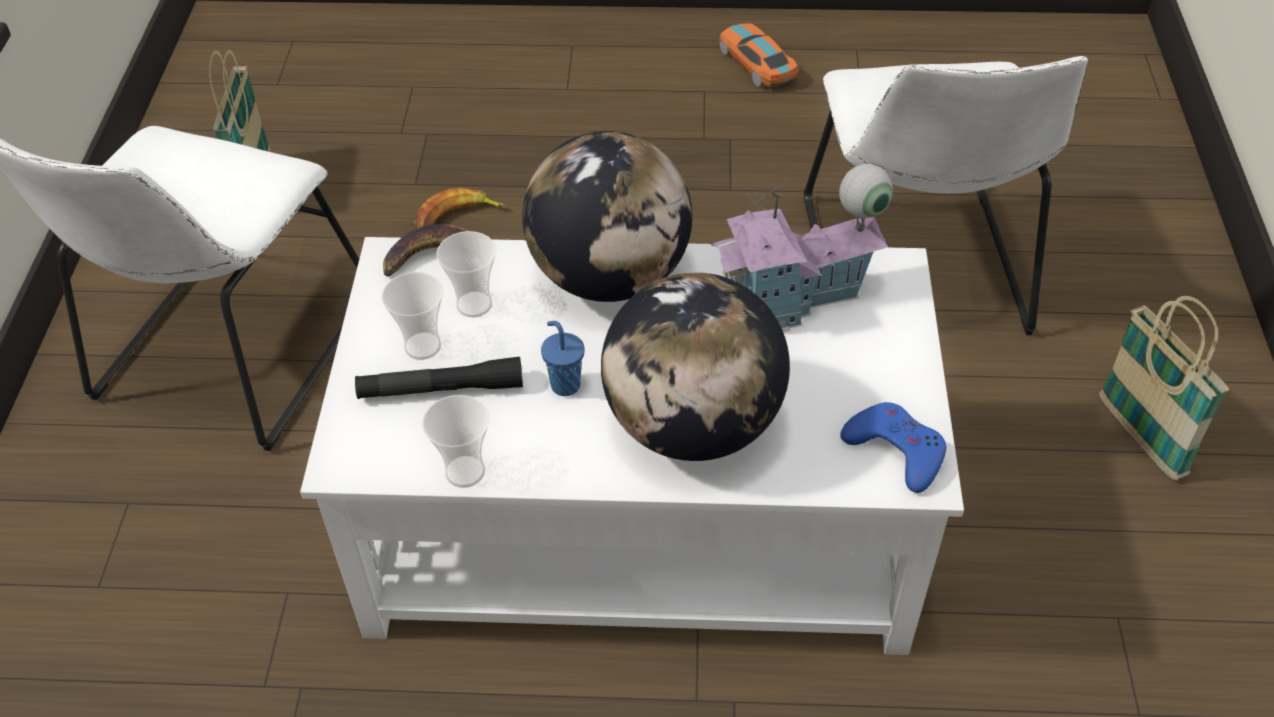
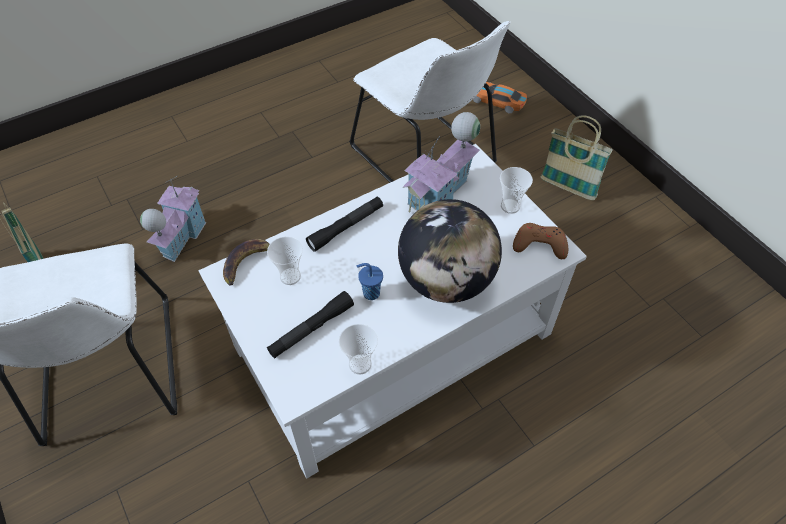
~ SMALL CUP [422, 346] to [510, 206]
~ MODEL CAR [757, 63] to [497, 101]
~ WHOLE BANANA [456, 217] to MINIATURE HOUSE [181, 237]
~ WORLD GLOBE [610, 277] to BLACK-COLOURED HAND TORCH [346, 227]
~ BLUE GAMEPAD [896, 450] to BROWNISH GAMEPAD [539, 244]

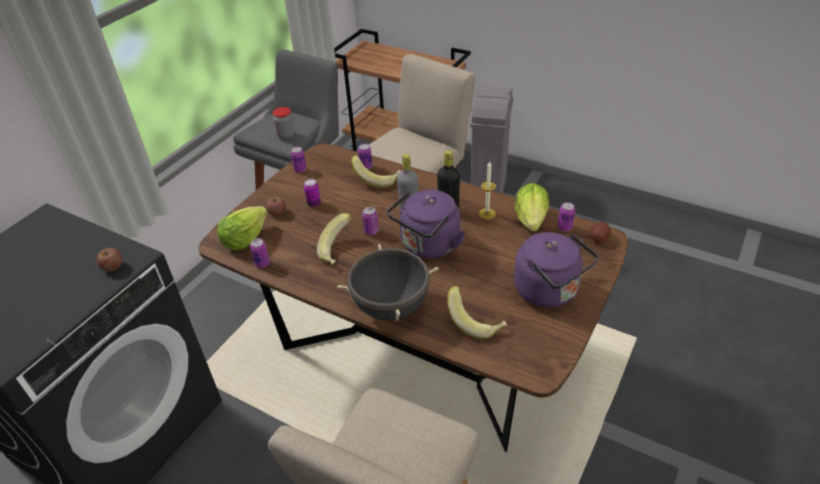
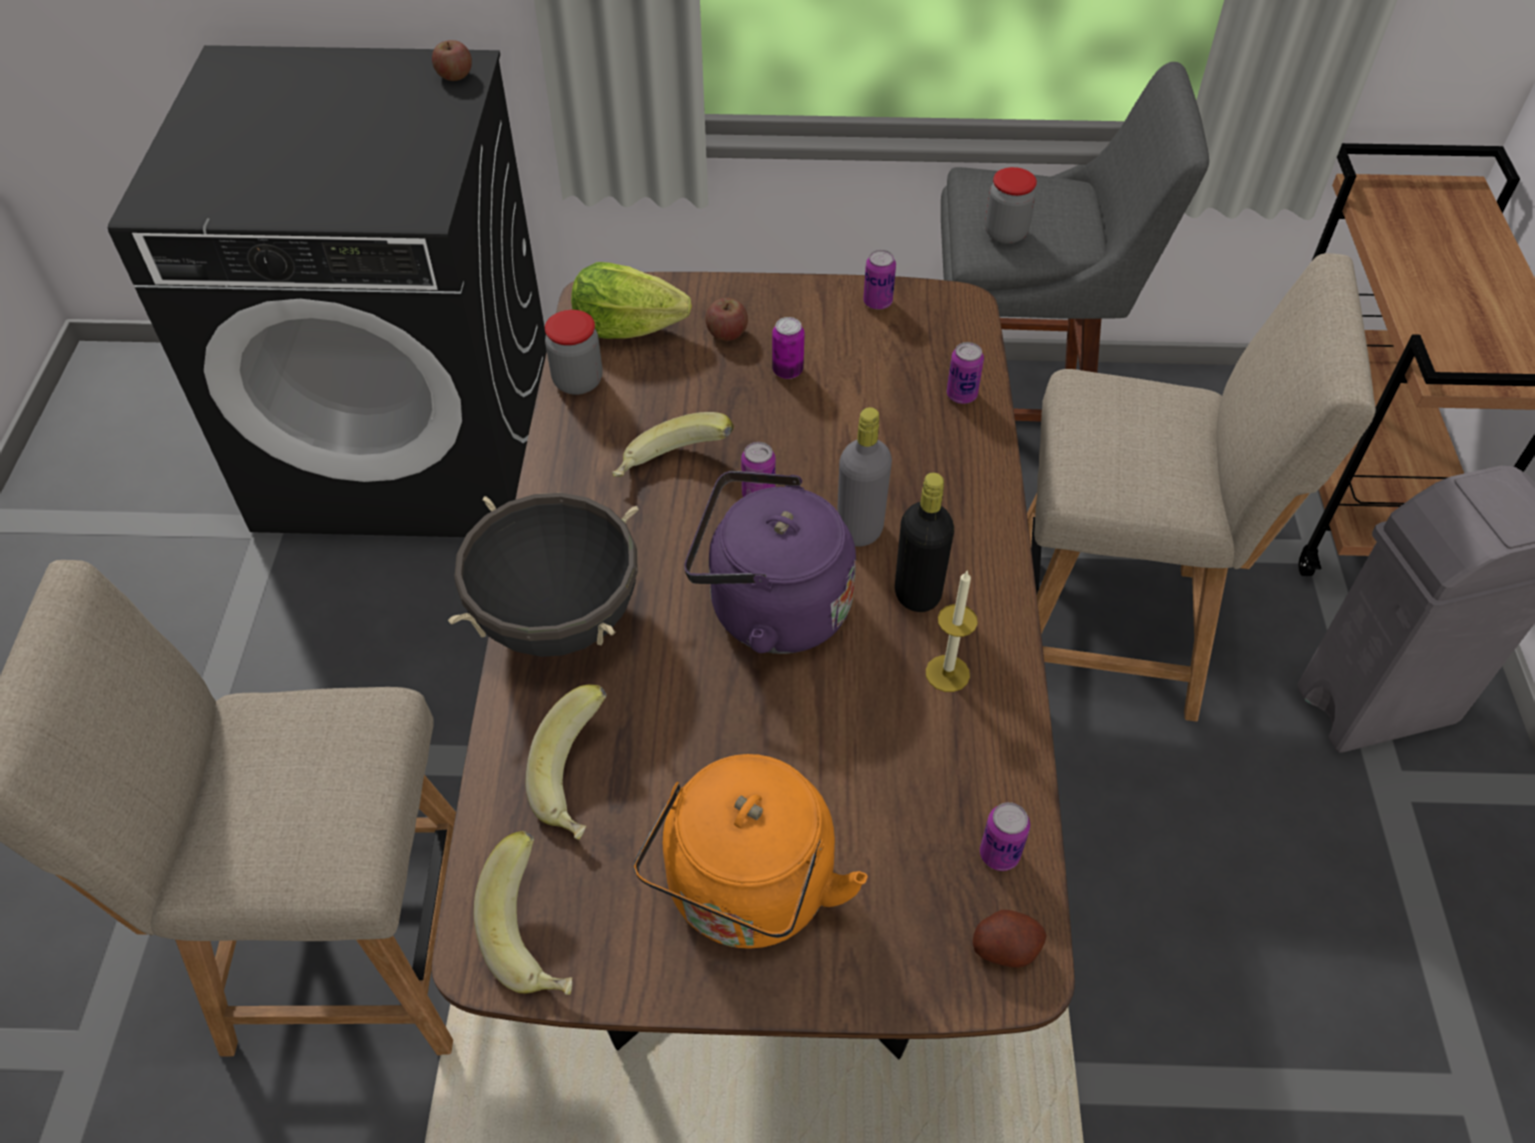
- LETTUCE [531, 220]
~ APPLE [113, 267] to [455, 75]
~ WHOLE BANANA [377, 179] to [538, 935]
~ METAL CAN [262, 263] to STORAGE JAR [578, 381]
~ PURPLE KETTLE [549, 292] to ORANGE KETTLE [747, 894]

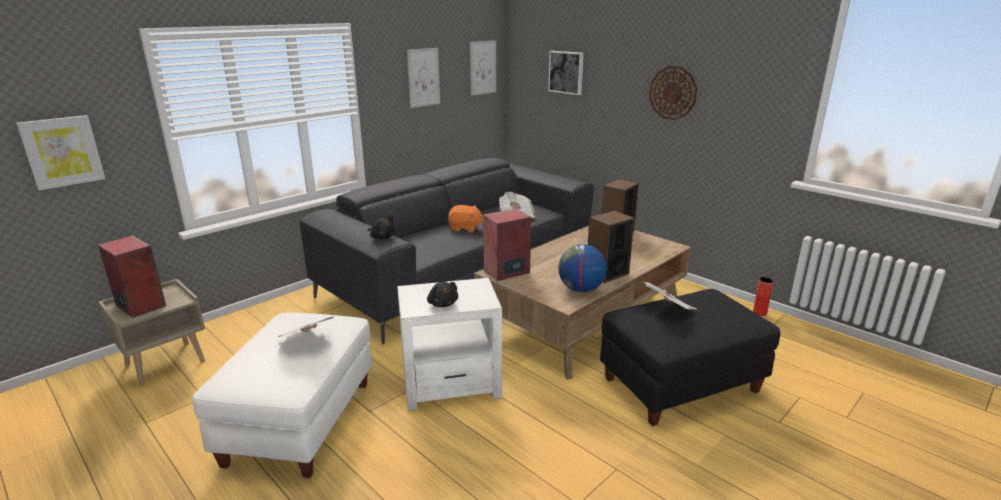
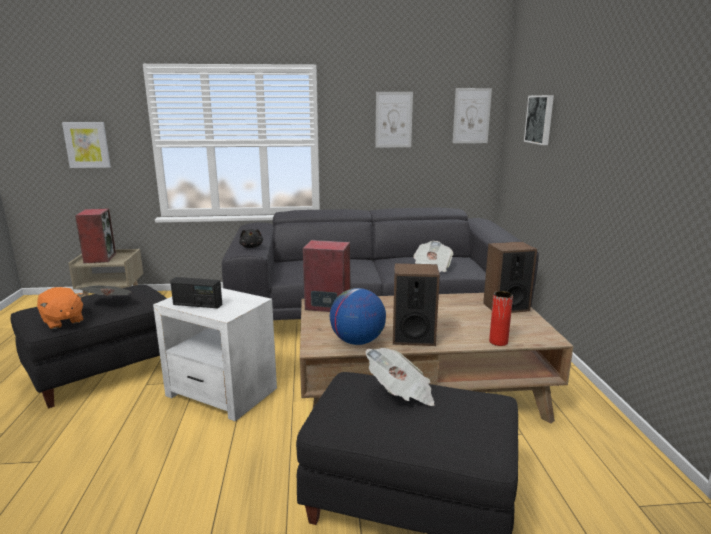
- HANGING CLOCK [673, 93]
~ ORANGE CUDDLY TOY [465, 229] to [62, 321]
~ RED DECORATIVE VASE [759, 313] to [498, 342]
~ BLACK-COLOURED CUDDLY TOY [442, 304] to RADIO SET [197, 304]
~ WHITE OTTOMAN [299, 421] to BLACK-COLOURED OTTOMAN [104, 370]

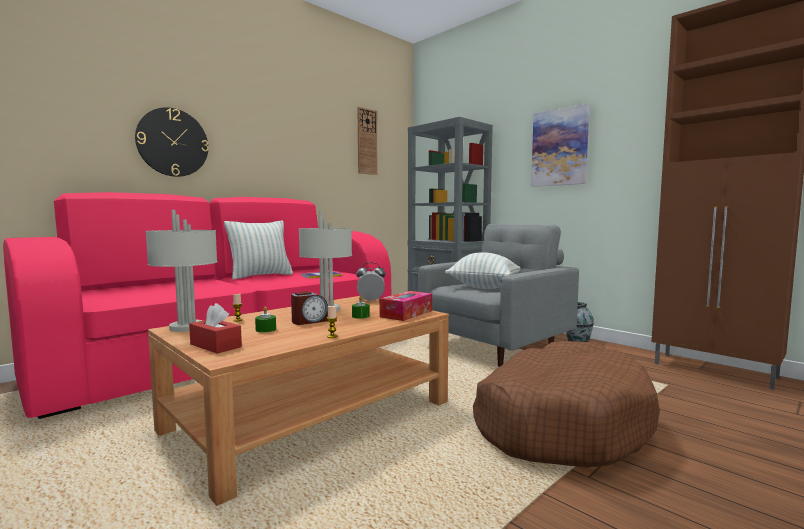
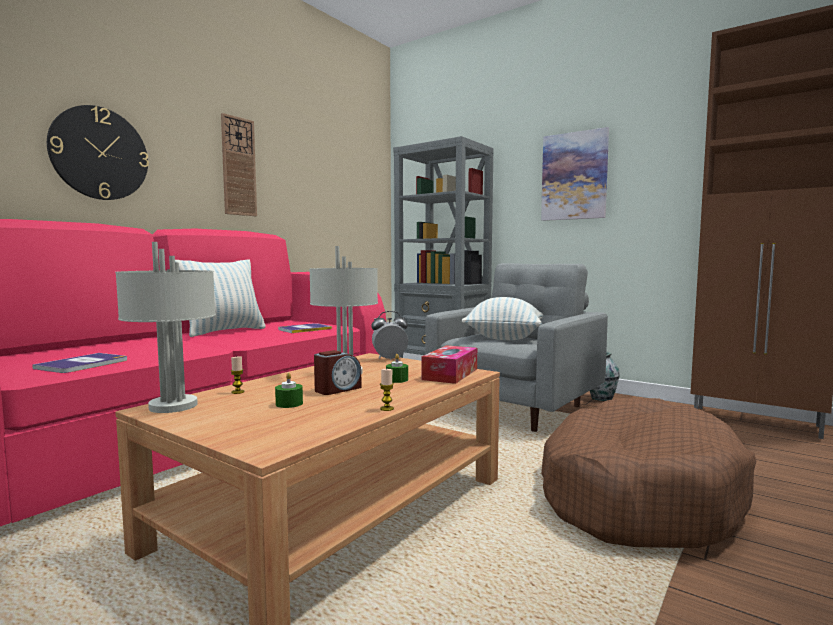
- RED TISSUE BOX [215, 345]
+ VOLUME [83, 364]
~ HANGING CLOCK [367, 141] to [238, 166]

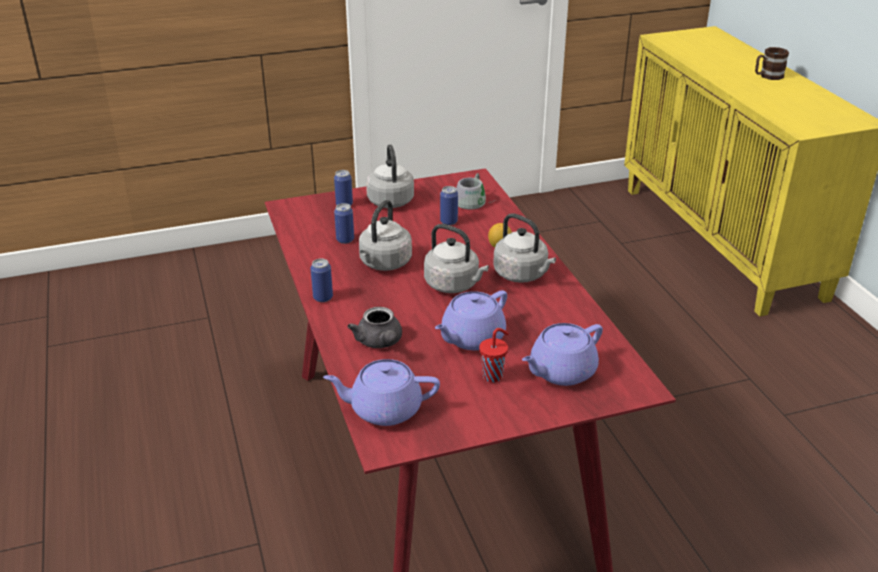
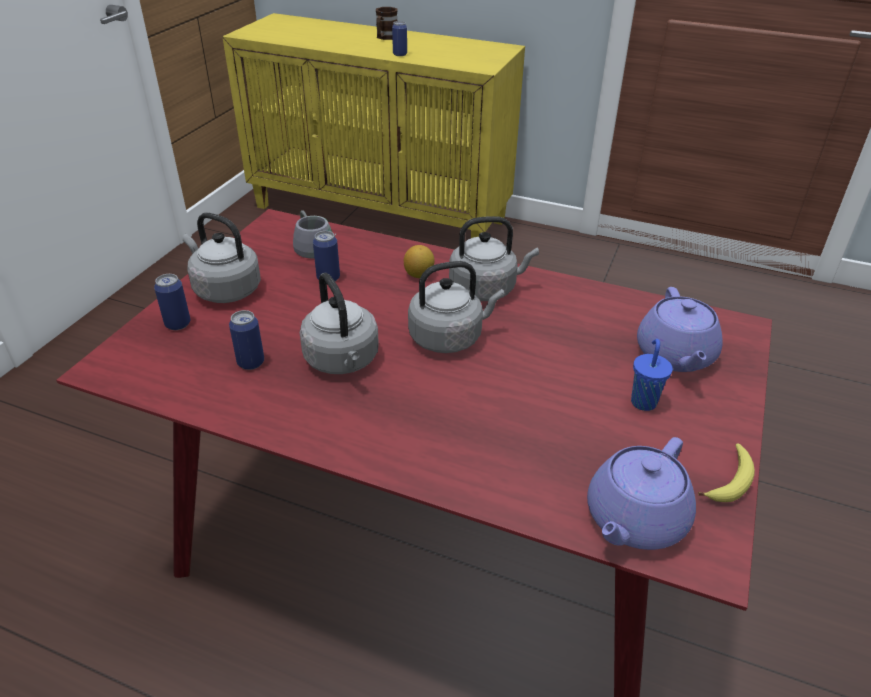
- GREYISH TEA POT [380, 342]
- PURPLE TEA POT [471, 338]
+ WHOLE BANANA [730, 481]
~ METAL CAN [323, 297] to [400, 54]
~ RED SMALL CUP [493, 376] to BLUE SMALL CUP [643, 401]

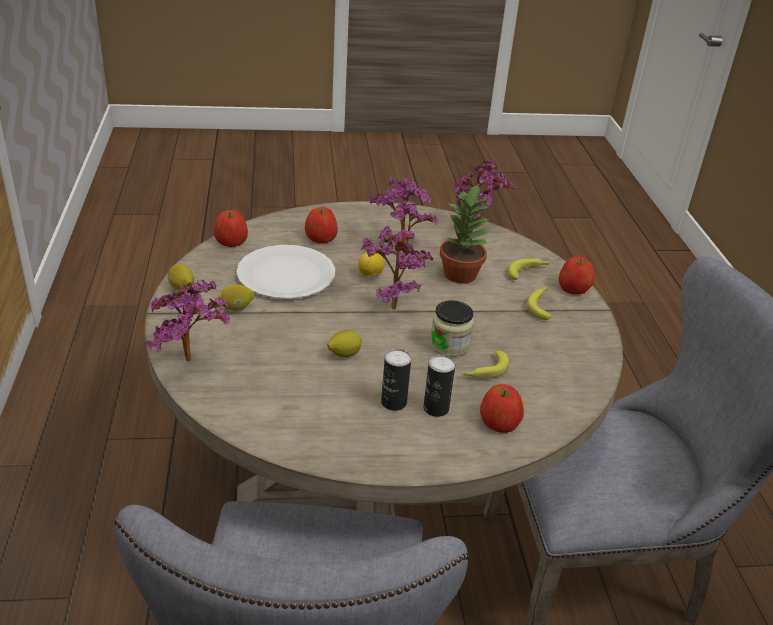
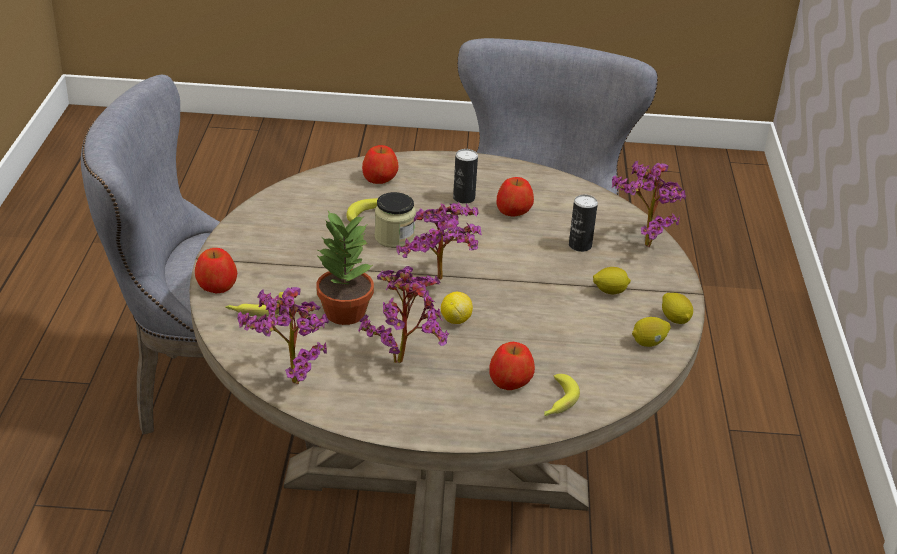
- WHITE PLATE [286, 274]
~ APPLE [231, 241] to [513, 211]
~ CITRUS FRUIT [344, 354] to [649, 343]
~ METAL CAN [436, 408] to [580, 245]
~ WHOLE BANANA [541, 305] to [557, 402]

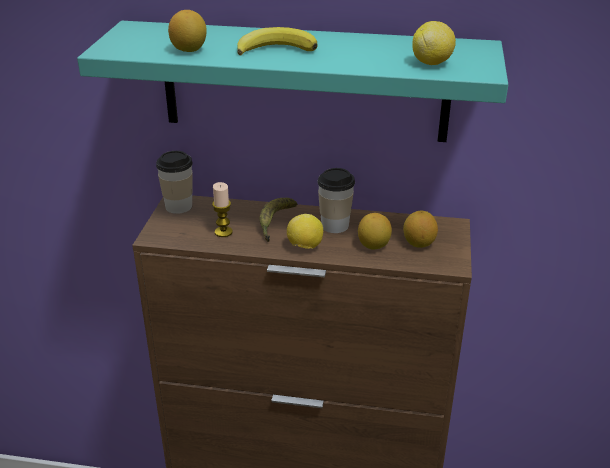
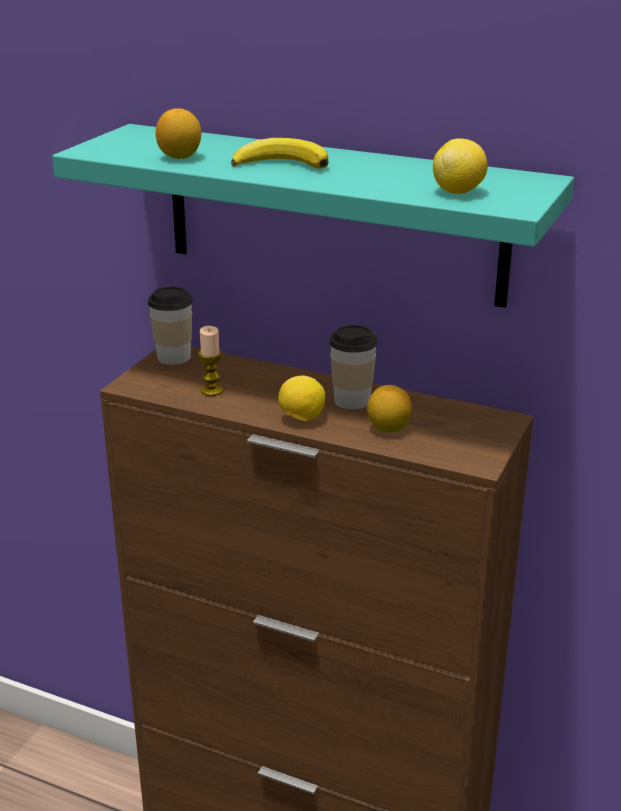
- WHOLE BANANA [275, 223]
- CITRUS FRUIT [418, 243]

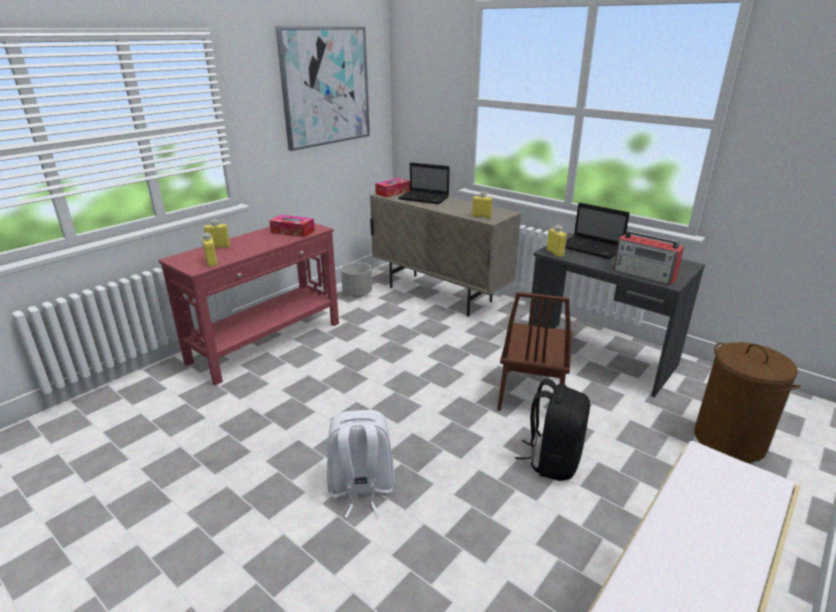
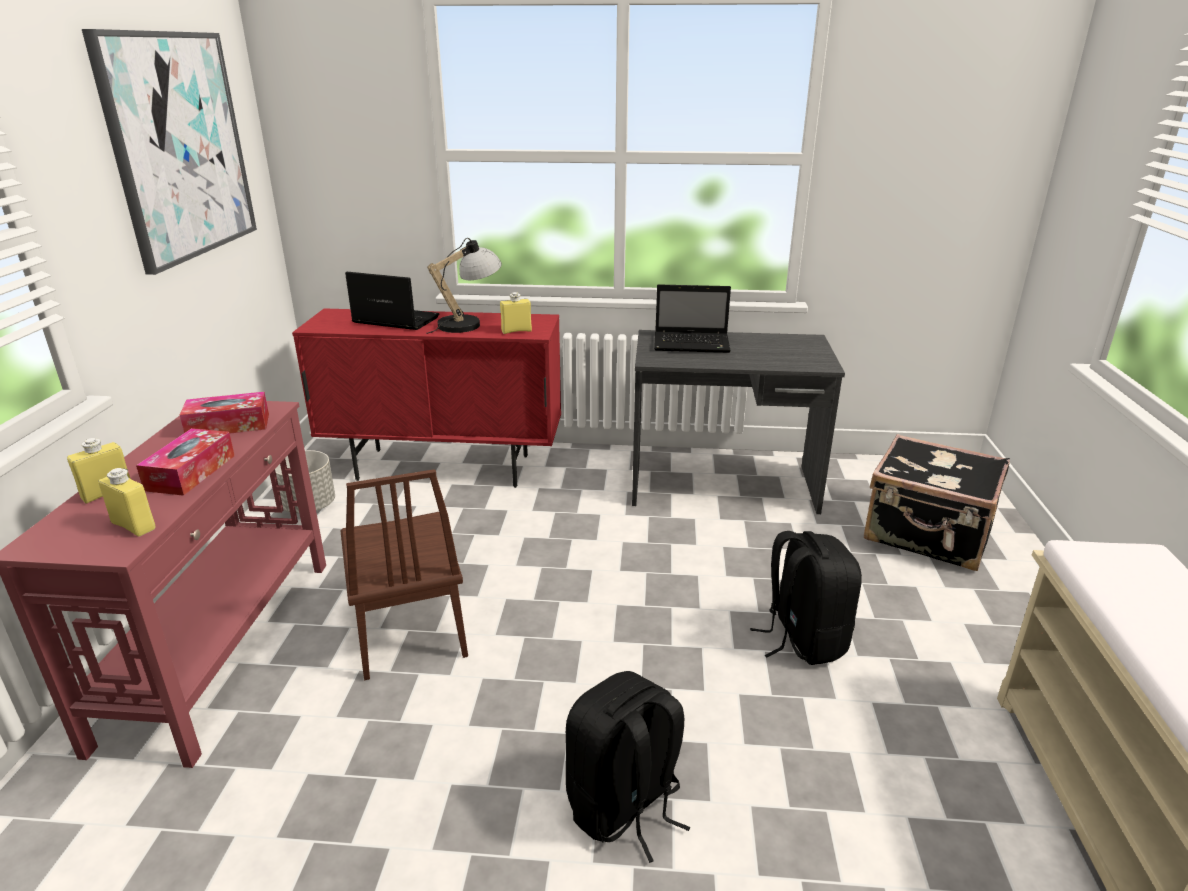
- YELLOW-COLOURED BEVERAGE BOTTLE [555, 253]
- RADIO SET [645, 275]
+ LAMP FOR A TABLE [469, 323]
~ TISSUE BOX [393, 192] to [191, 472]
~ BROWNISH CHAIR [532, 393] to [409, 629]
~ BROWNISH LAUNDRY BASKET [729, 441] to BLACK-COLOURED PIECE OF LUGGAGE [927, 535]
~ WHITE RUCKSACK [361, 489] to BLACK-COLOURED RUCKSACK [625, 807]
~ BEIGE-COLOURED CABINET [440, 294] to RED CABINET [444, 468]
~ LAPTOP [425, 198] = [394, 320] 150 degrees counterclockwise

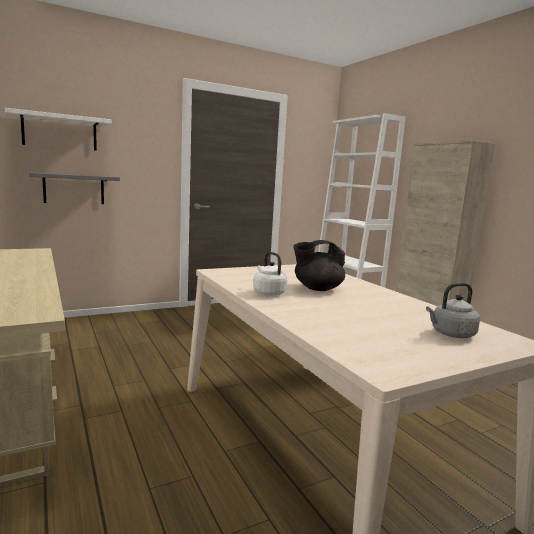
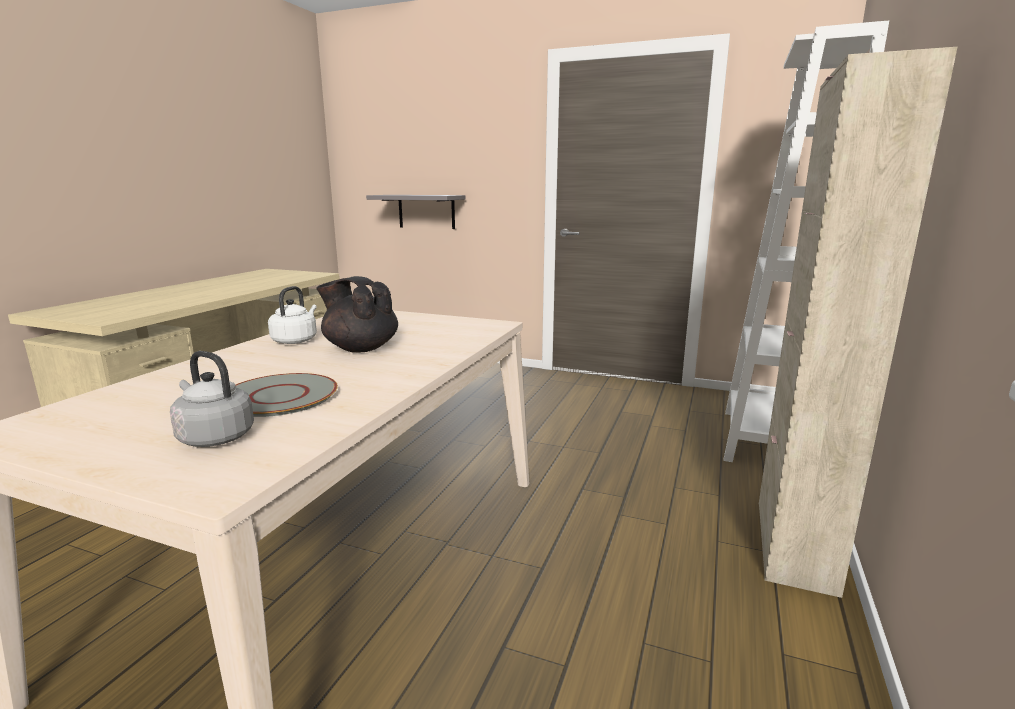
- WHITE SHELF [60, 132]
+ GREYISH PLATE [279, 397]

